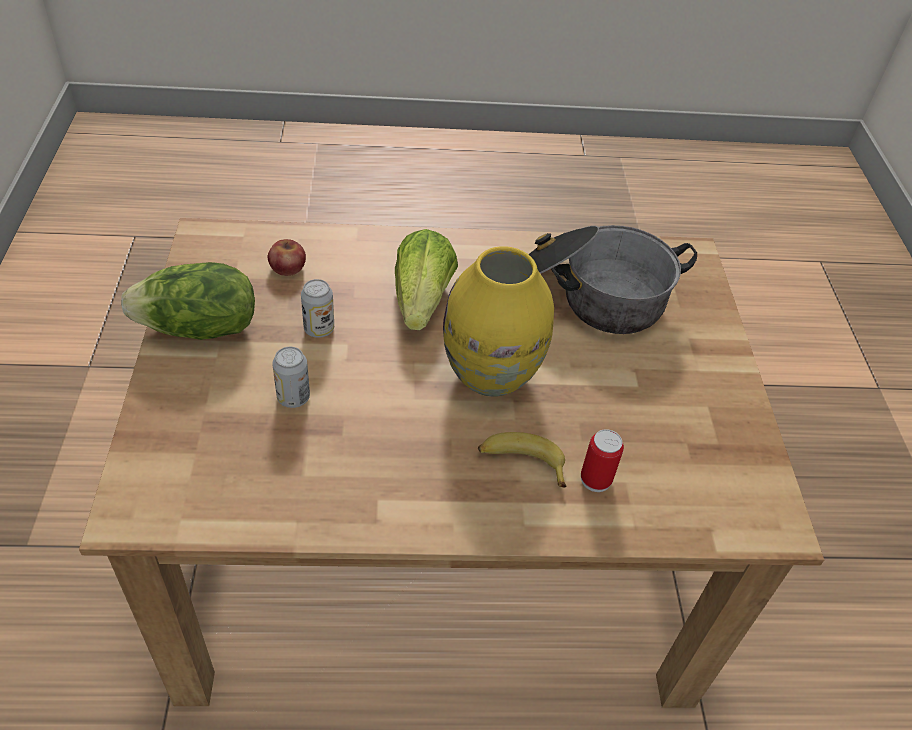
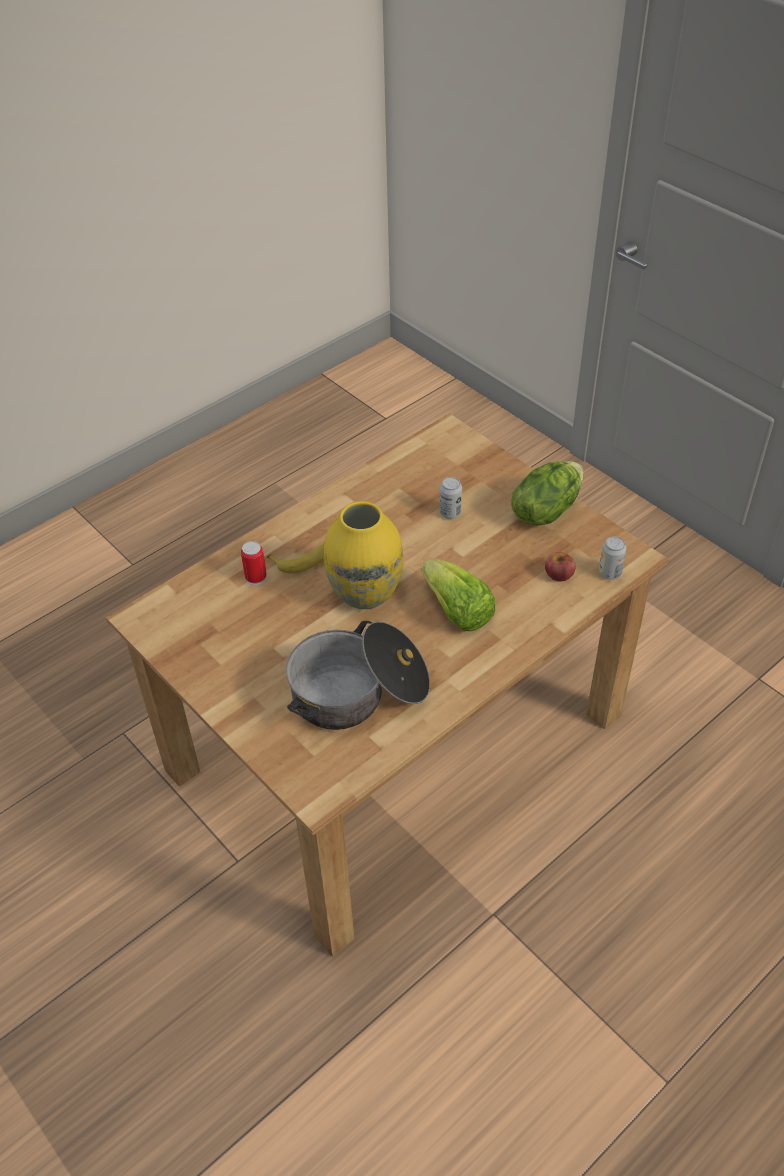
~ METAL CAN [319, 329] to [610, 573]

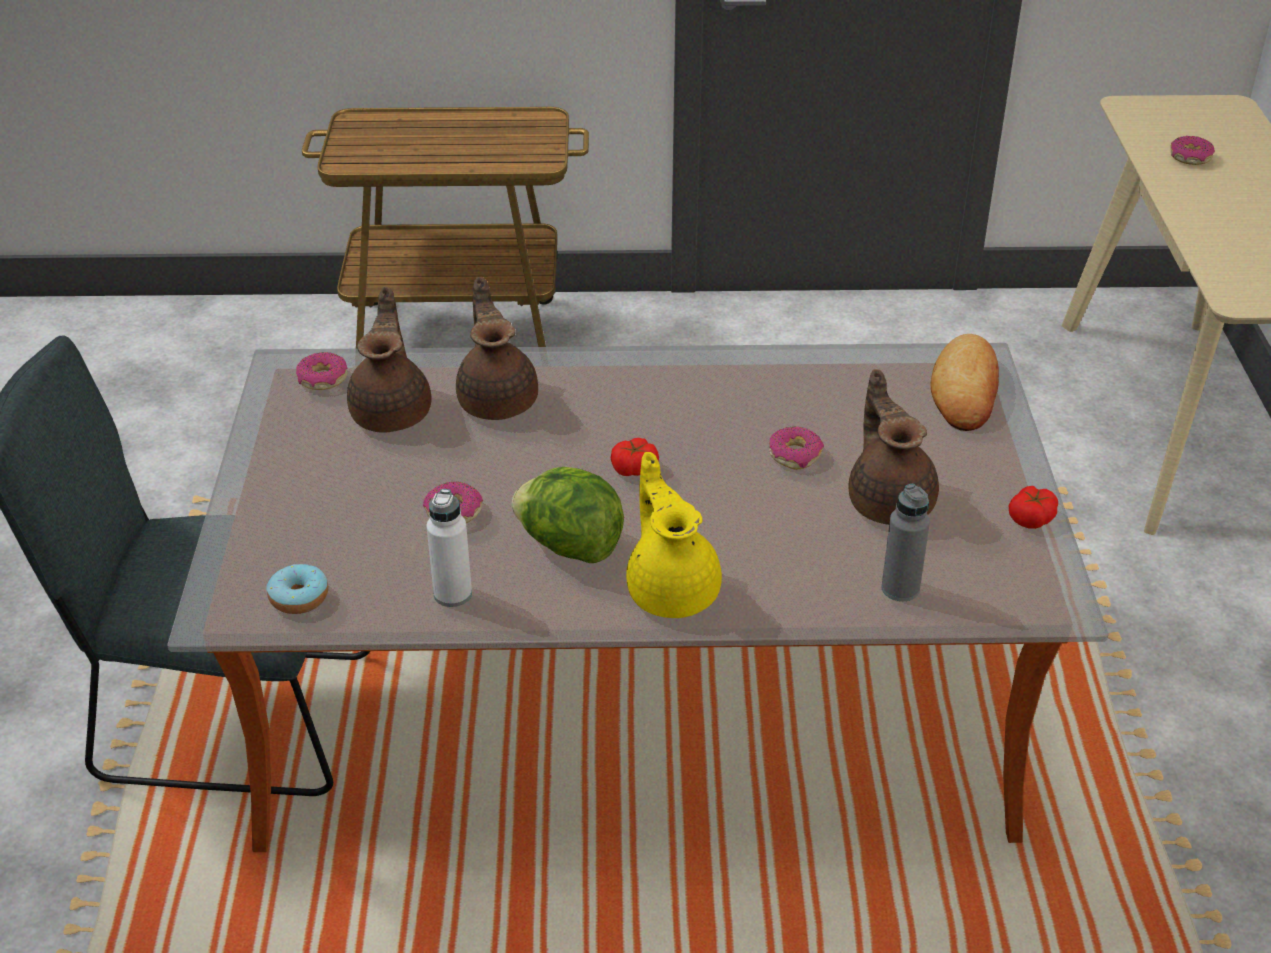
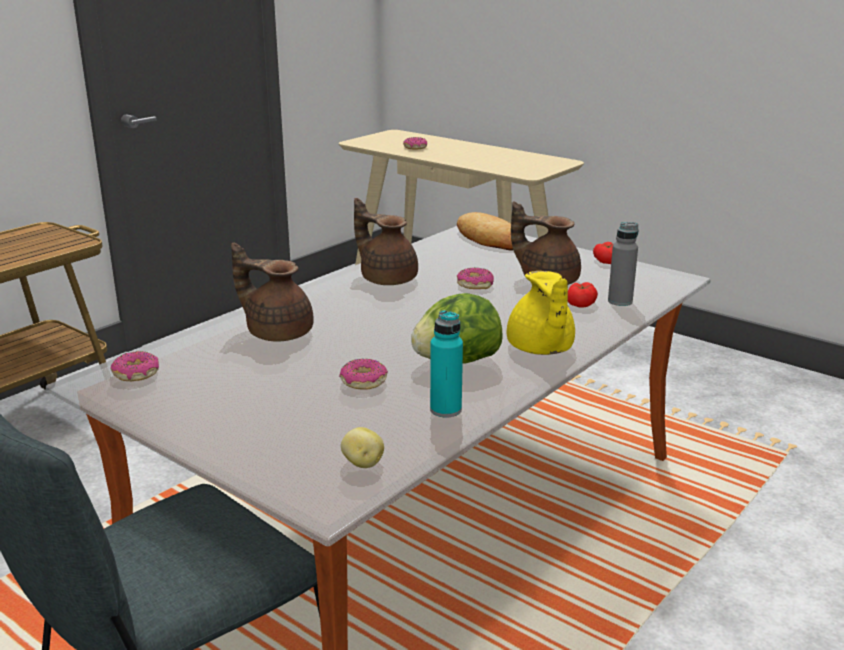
~ BROWNISH TEA POT [393, 412] to [387, 278]
~ FRESH TOMATO [635, 468] to [581, 303]
~ DOUGHNUT [299, 598] to SPUD [362, 463]
~ WHITE BEVERAGE BOTTLE [453, 594] to TURQUOISE-COLOURED BEVERAGE BOTTLE [445, 410]
~ YELLOW-COLOURED TEA POT [672, 589] = [540, 349] 120 degrees counterclockwise

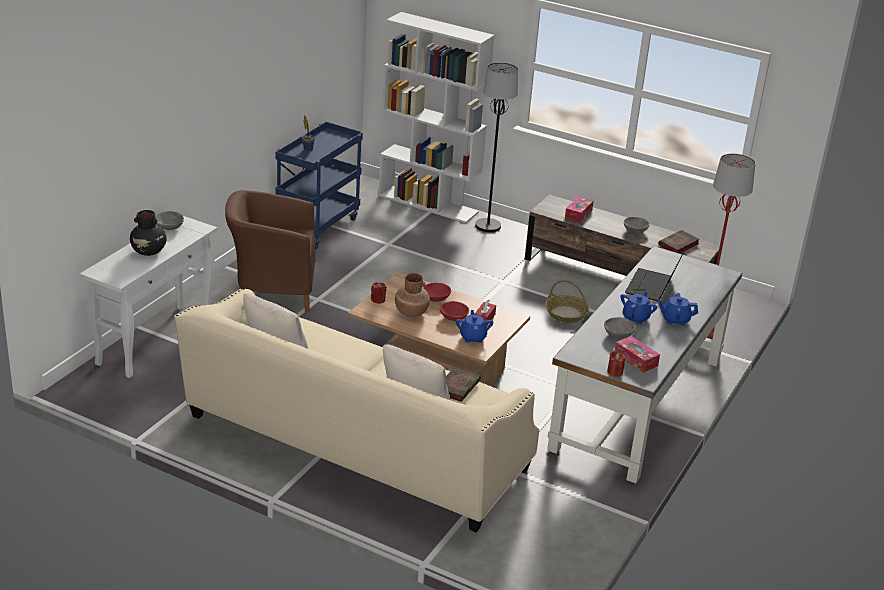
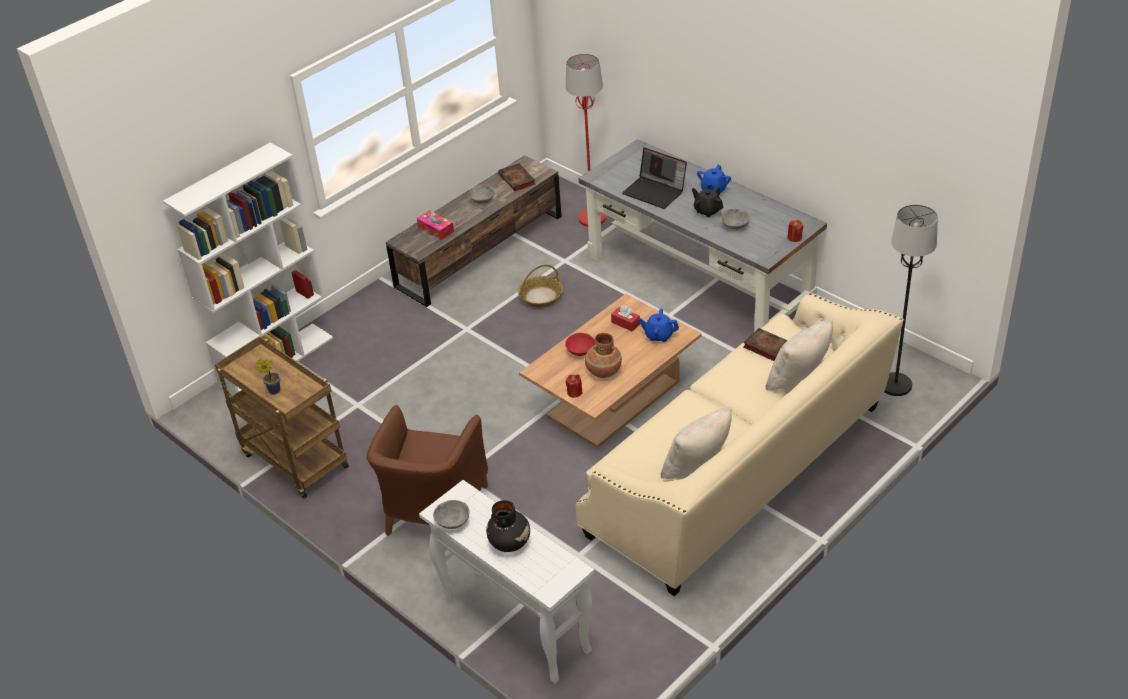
- RED SERVING BOWL [453, 318]
- TISSUE BOX [636, 359]
~ BLACK-COLOURED STANDARD LAMP [487, 226] to [895, 385]
~ BLUE TROLLEY [317, 226] to BROWNISH TROLLEY [293, 460]
~ BLUE TEA POT [636, 318] to BLACK-COLOURED TEA POT [707, 210]

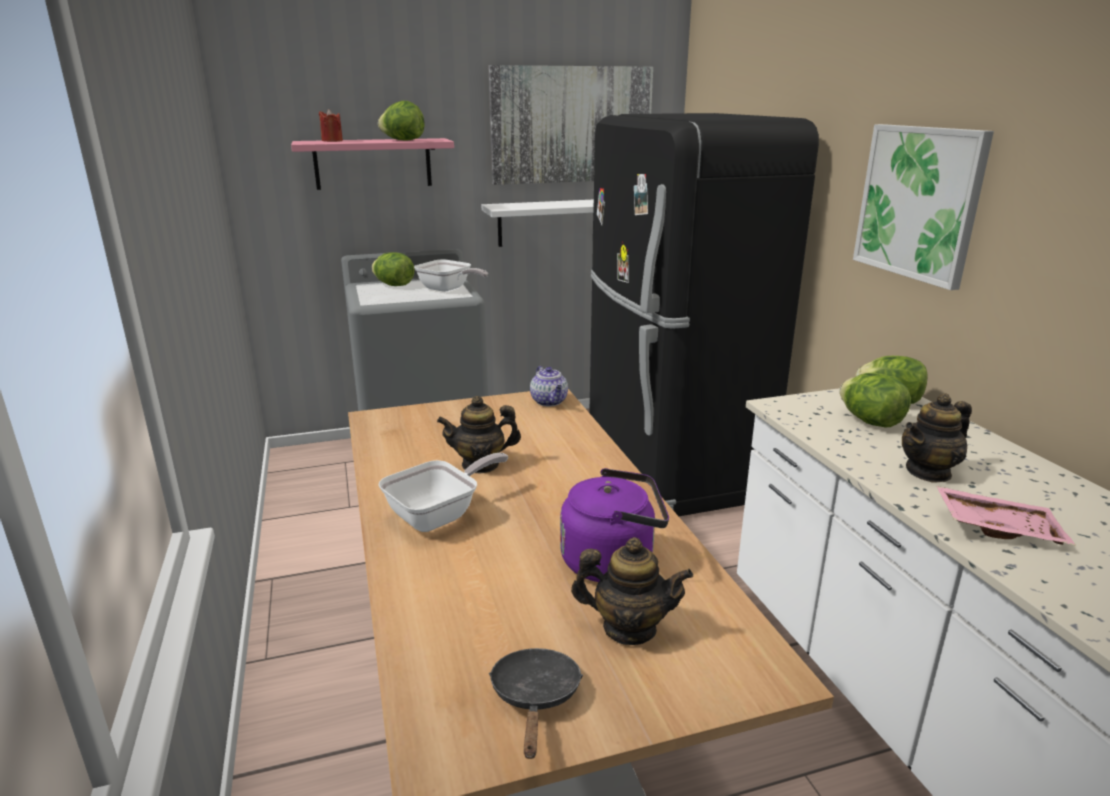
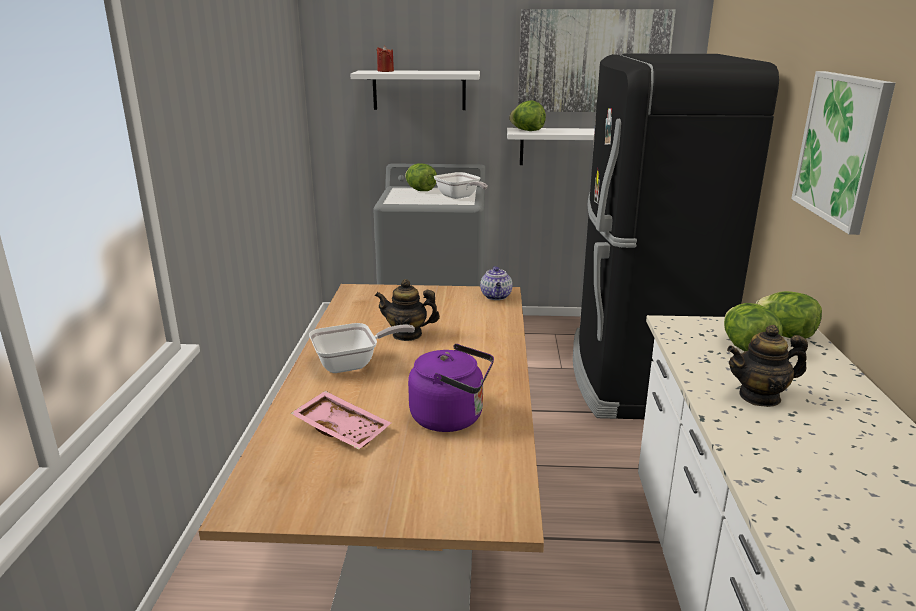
- BLACK-COLOURED SKILLET [535, 698]
- TEA POT [629, 628]
~ LETTUCE [403, 140] to [527, 130]
~ PINKISH TRAY [997, 527] to [343, 429]
~ PINKISH SHELF [373, 163] to WHITE SHELF [419, 90]

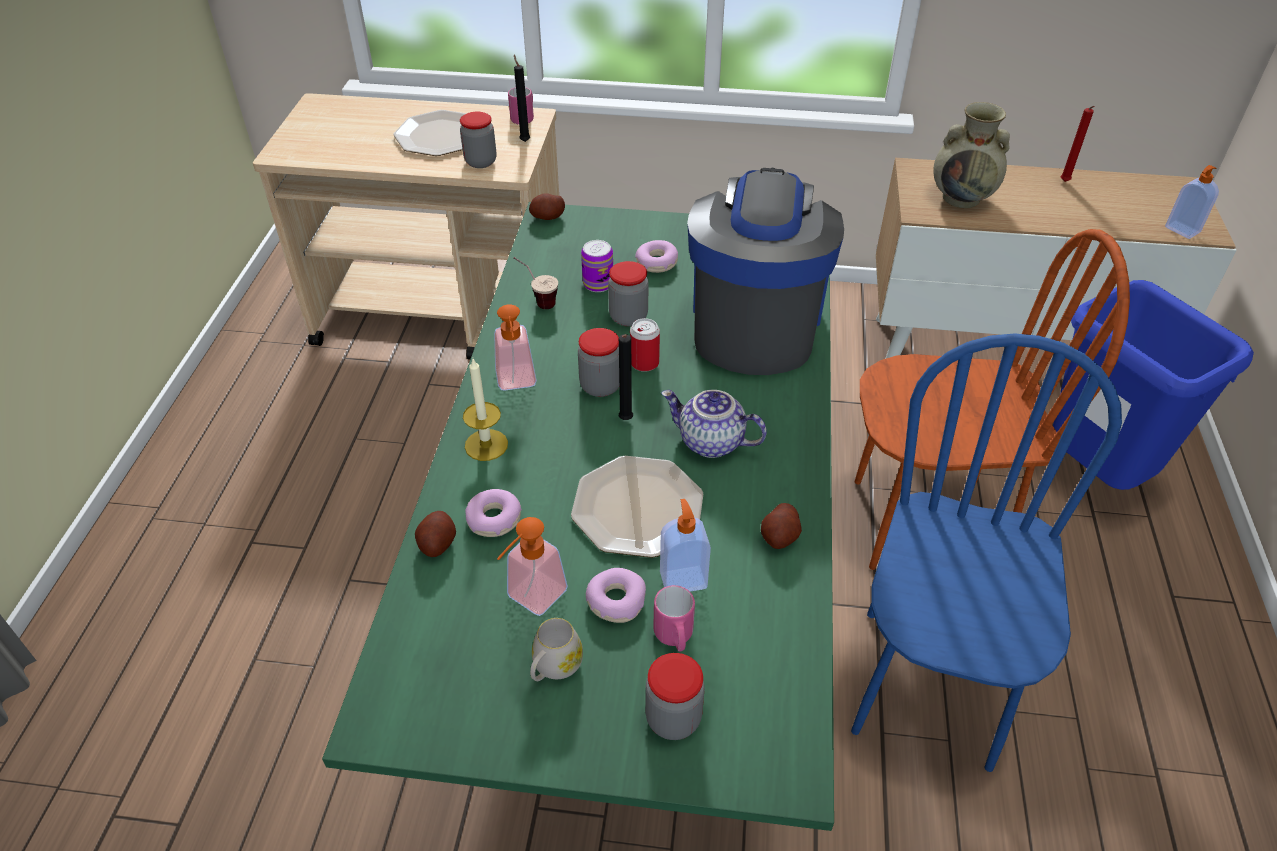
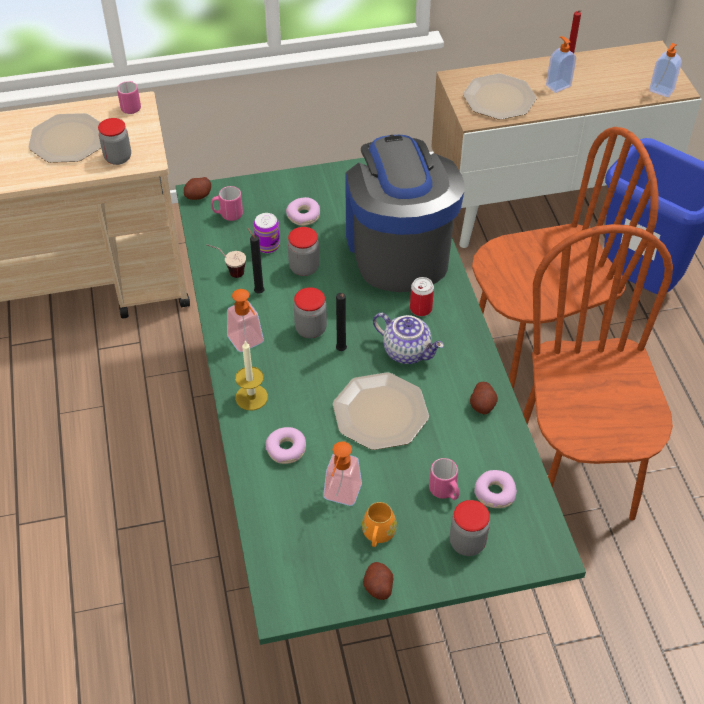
+ PINKISH COFFEE MUG [227, 215]
~ SPUD [437, 543] to [378, 587]
~ BLACK-COLOURED CANDLE [524, 140] to [258, 291]
~ DOUGHNUT [616, 601] to [494, 493]
~ METAL CAN [644, 363] to [421, 309]
~ SOAP DISPENSER [683, 579] to [557, 85]
~ BEIGE-COLOURED DECORATIVE VASE [962, 198] to PLATE [500, 98]
~ WHITE COFFEE MUG [554, 667] to ORANGE COFFEE MUG [378, 535]
~ BLUE CHAIR [928, 687] to BROWNISH CHAIR [576, 476]
~ TEA POT [710, 443] = [407, 351] 150 degrees counterclockwise

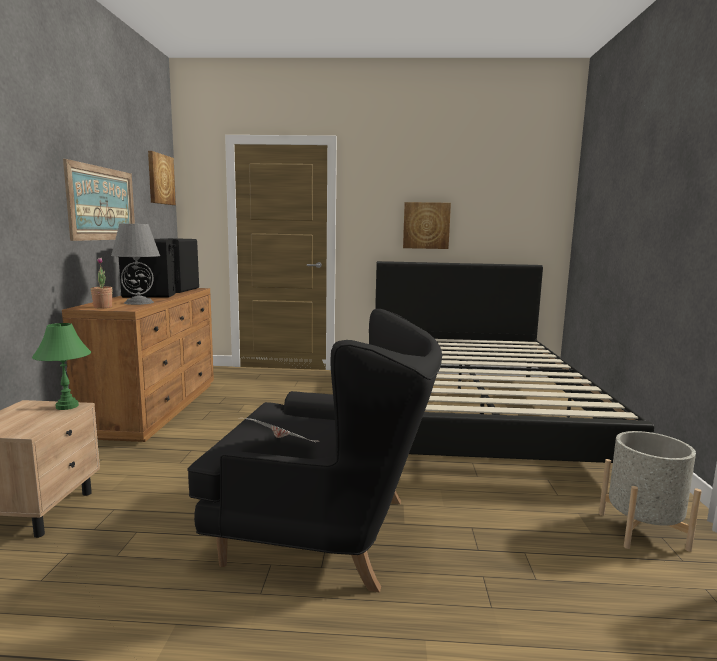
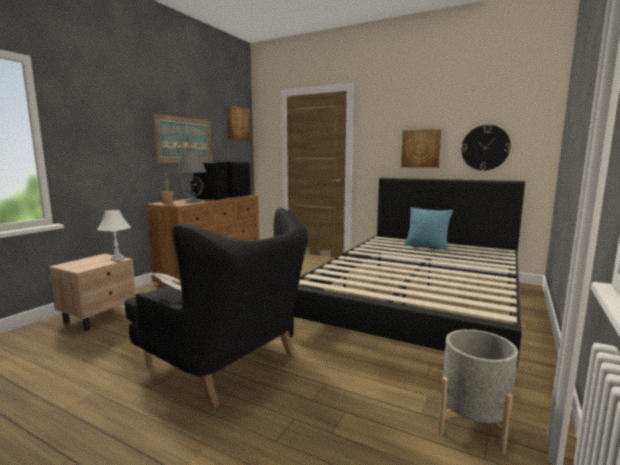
+ TURQUOISE-COLOURED PILLOW [426, 247]
+ HANGING CLOCK [485, 147]
~ GREEN-COLOURED LAMP FOR A TABLE [67, 406] to WHITE LAMP FOR A TABLE [117, 259]

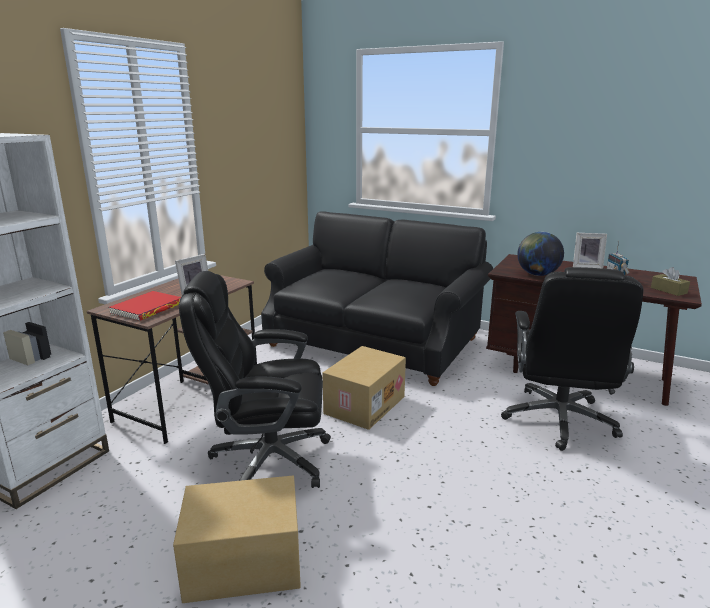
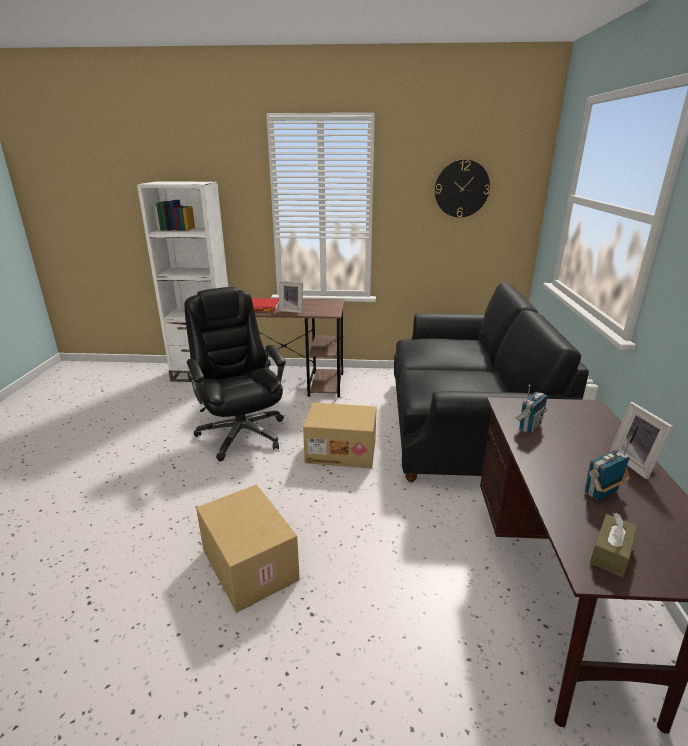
- BLACK-COLOURED OFFICE CHAIR [559, 420]
+ HANGING CLOCK [461, 189]
~ CARDBOARD BOX [242, 564] to [247, 564]
~ WORLD GLOBE [537, 274] to RADIO SET [529, 427]

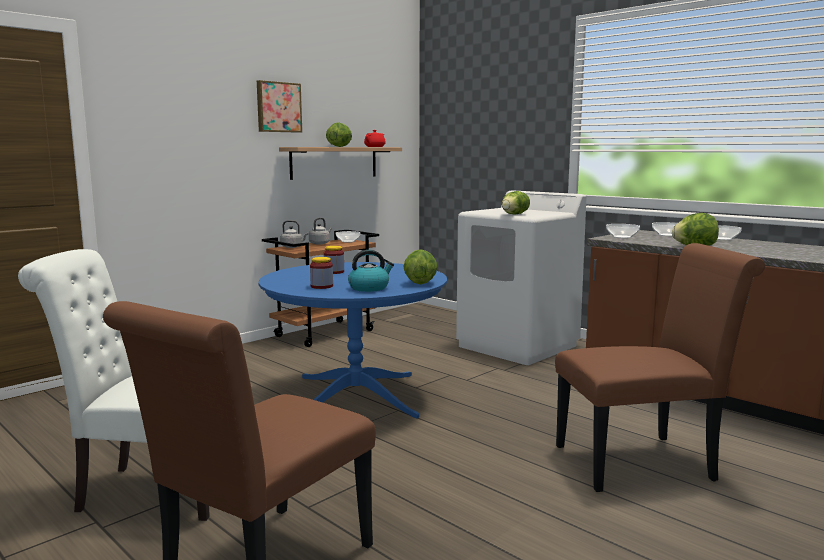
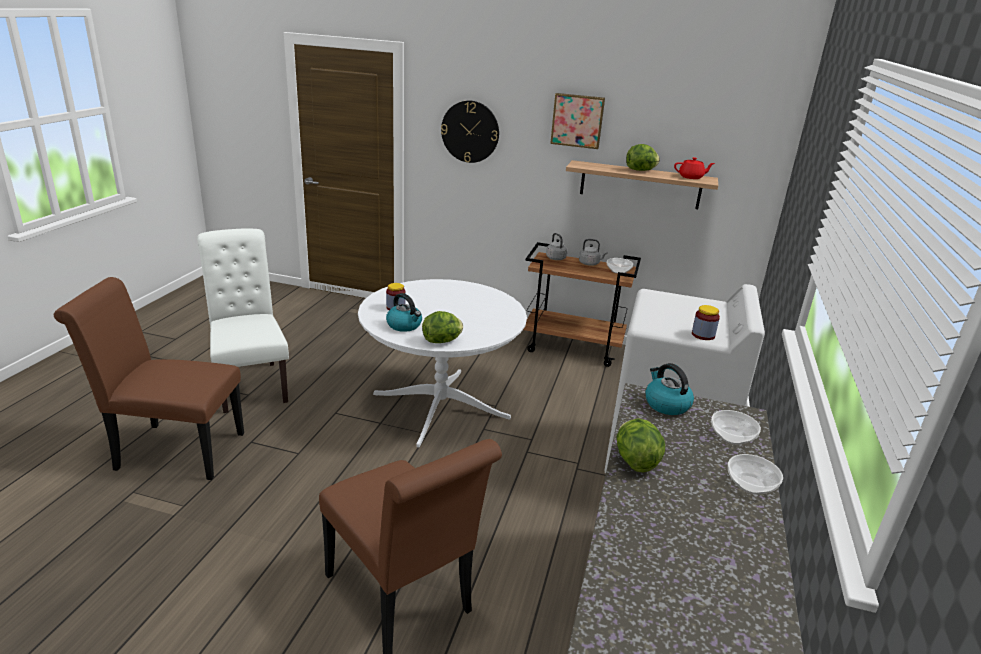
- LETTUCE [515, 214]
+ HANGING CLOCK [470, 131]
~ STORAGE JAR [334, 272] to [703, 335]
~ SERVING BOWL [622, 237] to KETTLE [666, 404]
~ BLUE KITCHEN TABLE [356, 396] to WHITE KITCHEN TABLE [440, 406]

